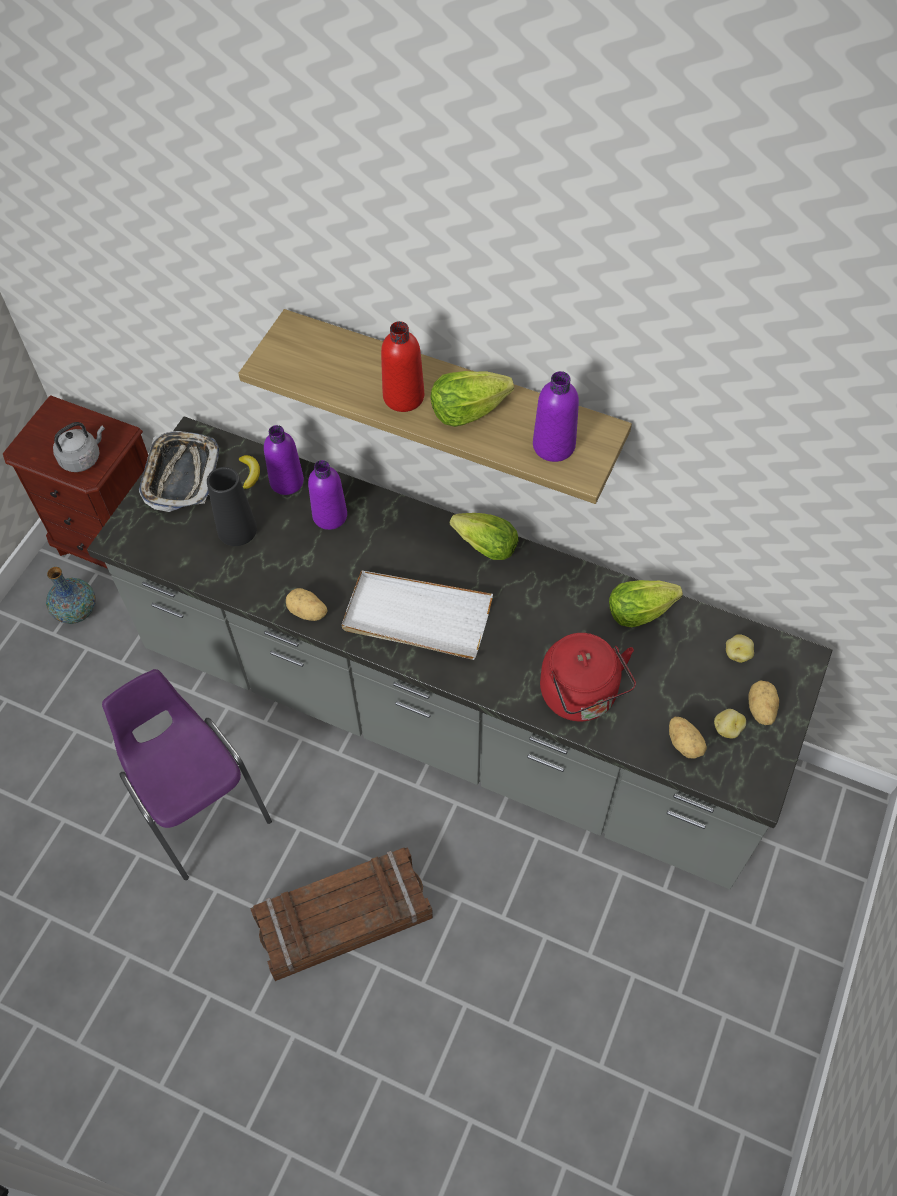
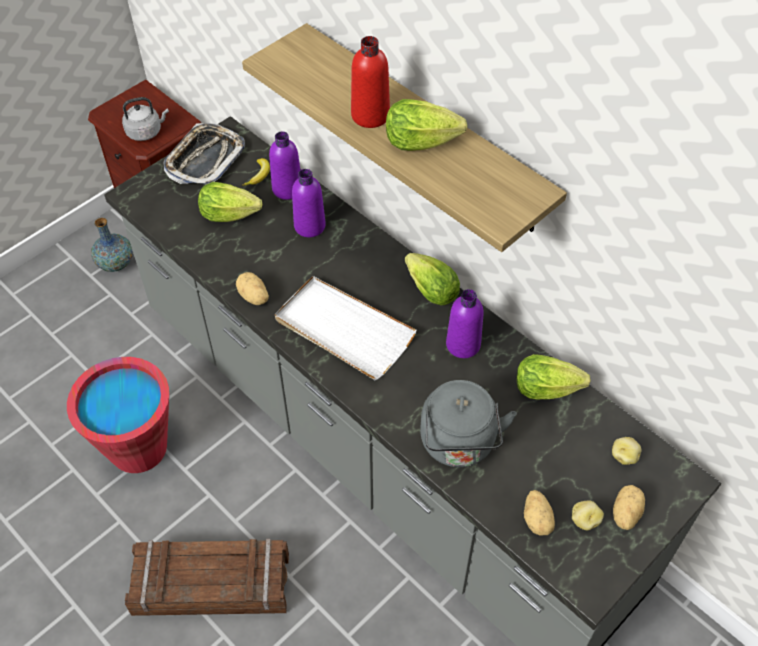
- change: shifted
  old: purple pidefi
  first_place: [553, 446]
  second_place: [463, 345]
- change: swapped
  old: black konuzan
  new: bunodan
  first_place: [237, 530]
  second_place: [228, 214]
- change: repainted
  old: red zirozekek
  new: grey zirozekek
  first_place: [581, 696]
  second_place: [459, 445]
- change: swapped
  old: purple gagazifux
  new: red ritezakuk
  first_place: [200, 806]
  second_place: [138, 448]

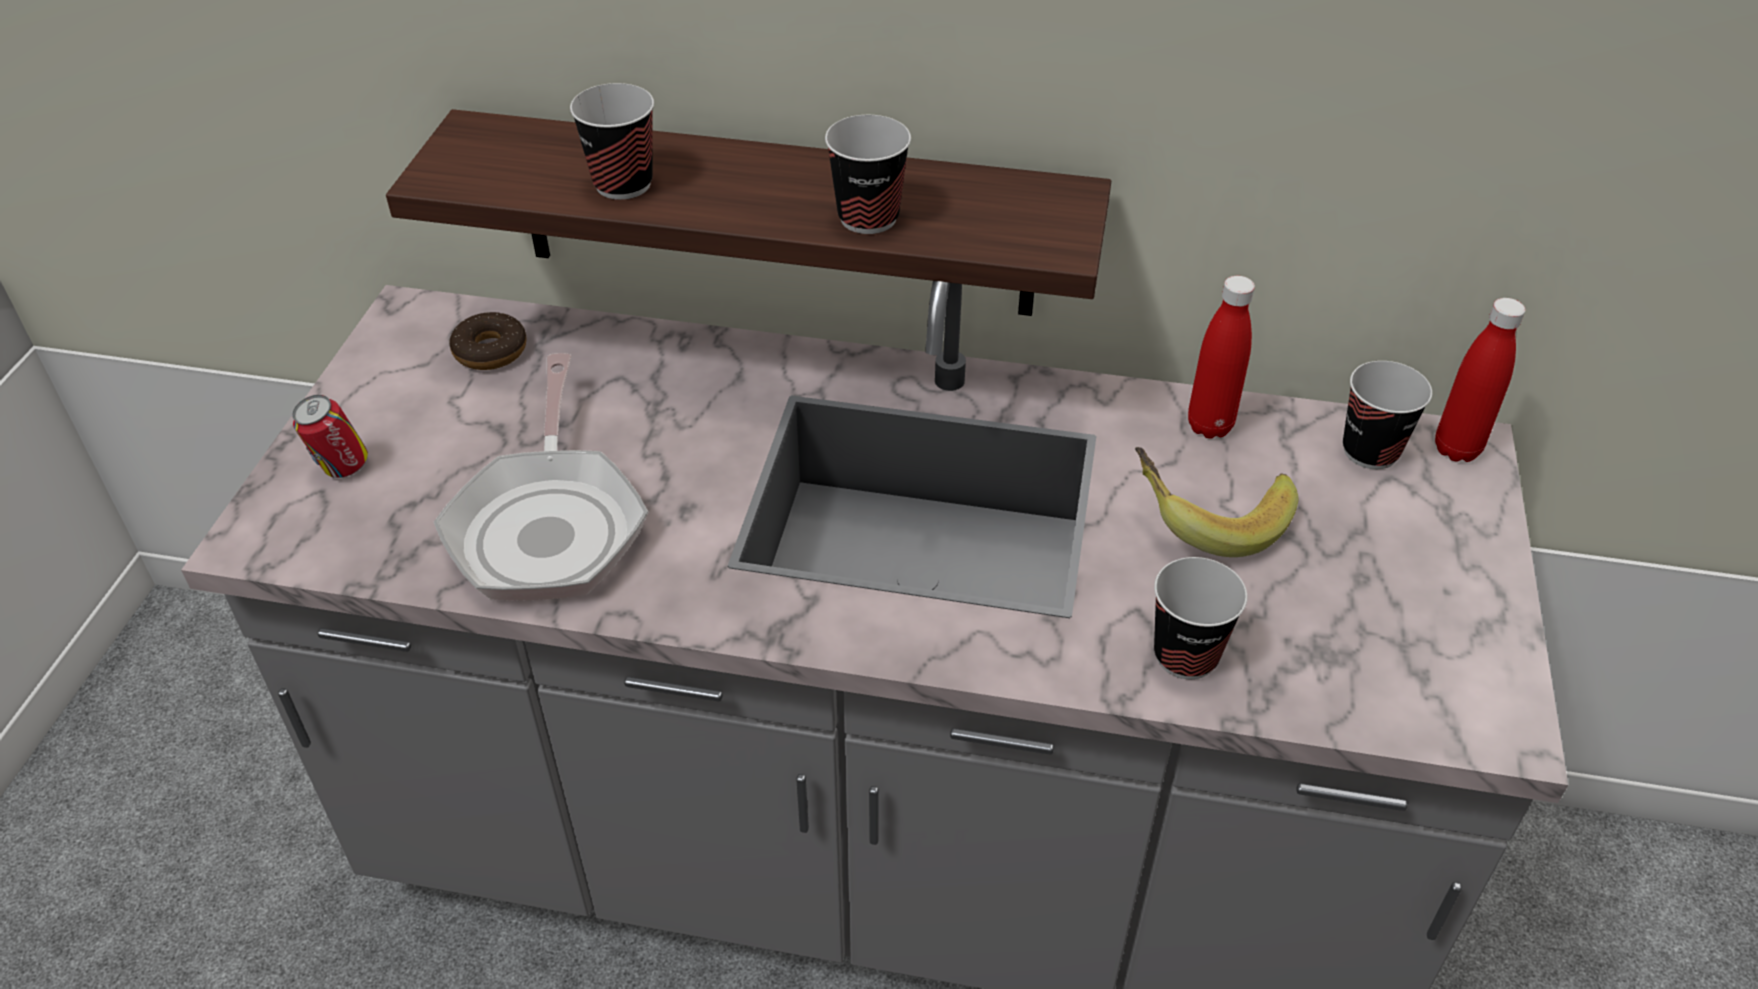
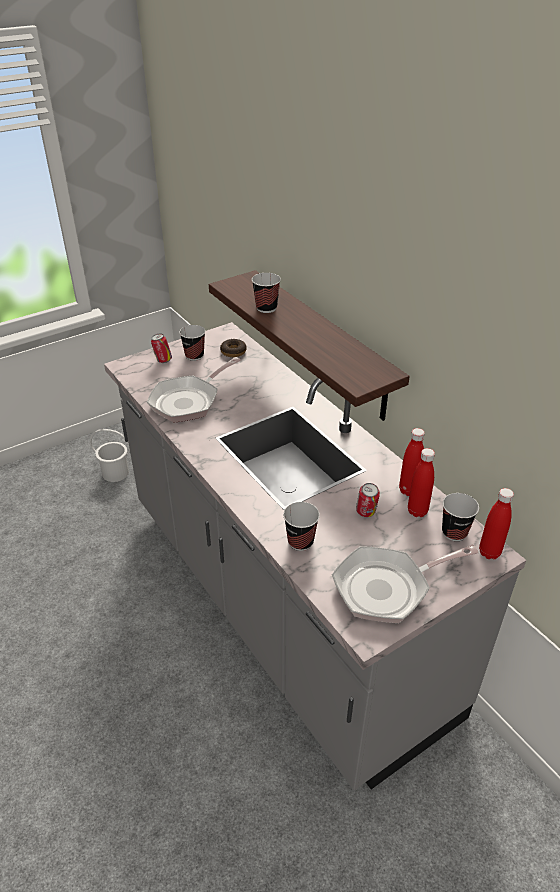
- change: shifted
  old: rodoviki
  first_place: [868, 218]
  second_place: [194, 356]
- change: swapped
  old: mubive
  new: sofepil
  first_place: [1207, 517]
  second_place: [366, 513]
- change: new
  new: white ritezakuk
  second_place: [115, 472]
- change: new
  new: red pidefi
  second_place: [417, 511]
- change: new
  new: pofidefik
  second_place: [387, 588]

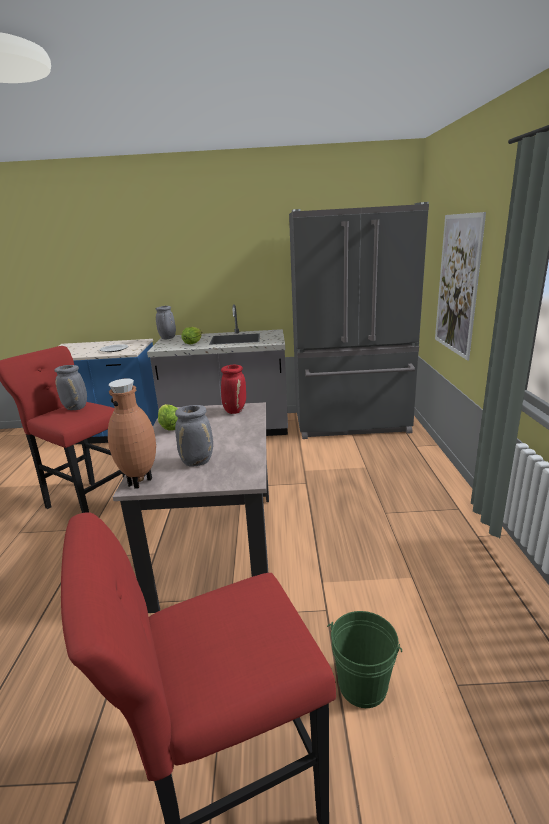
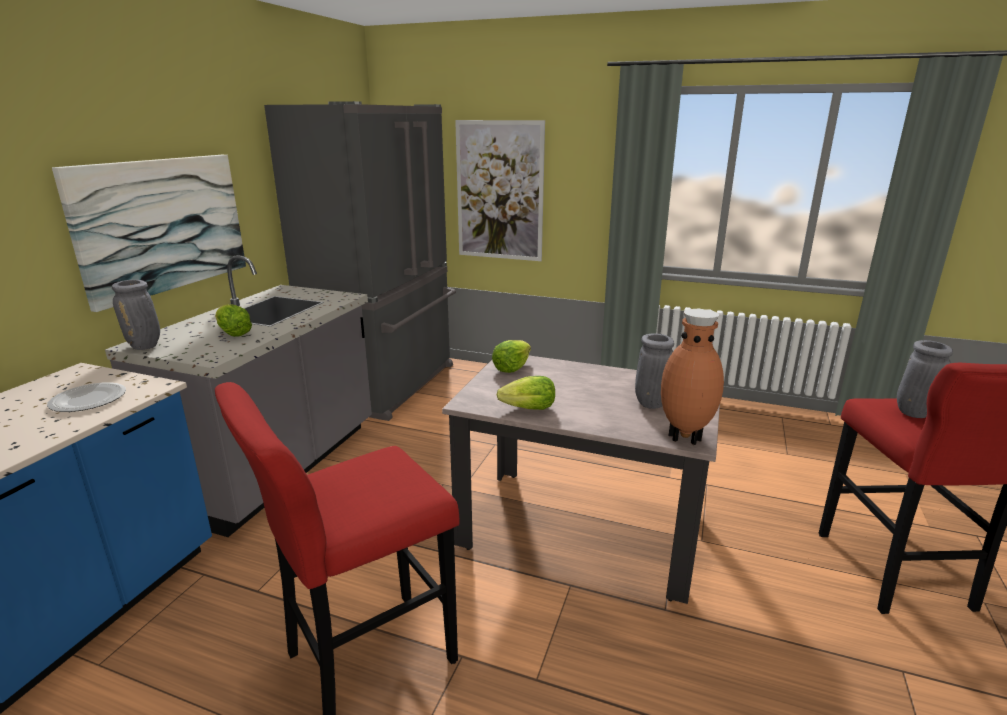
- change: shifted
  old: grey konuzan
  first_place: [76, 408]
  second_place: [912, 412]
- change: swapped
  old: red konuzan
  new: bunodan
  first_place: [235, 410]
  second_place: [511, 368]
- change: gone
  old: green ritezakuk
  first_place: [362, 685]
- change: new
  new: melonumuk
  second_place: [162, 225]

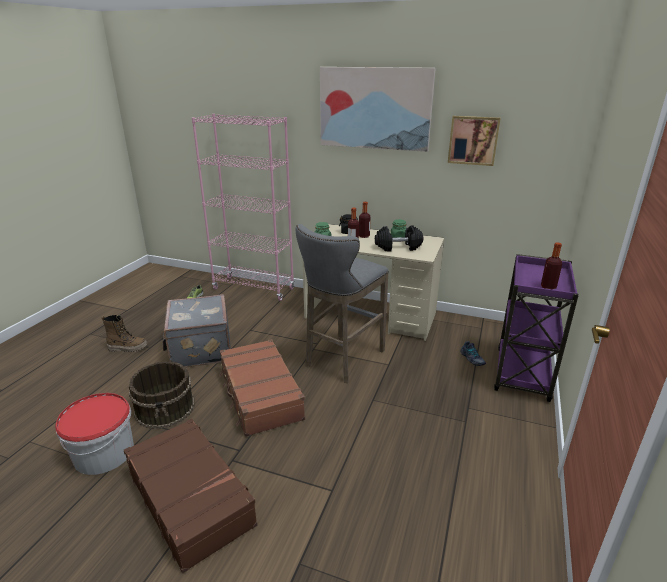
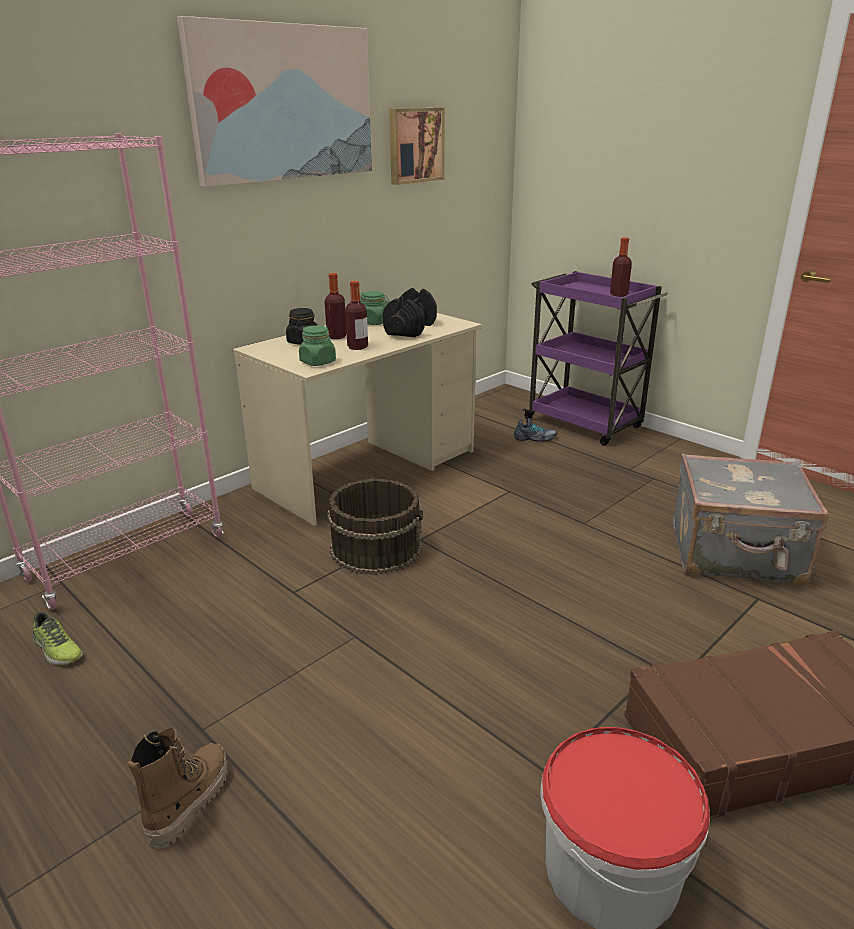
- change: gone
  old: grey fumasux
  first_place: [342, 360]
- change: shifted
  old: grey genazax
  first_place: [199, 349]
  second_place: [736, 554]
- change: gone
  old: brown genazax
  first_place: [260, 395]
- change: shifted
  old: brown ritezakuk
  first_place: [165, 408]
  second_place: [376, 548]

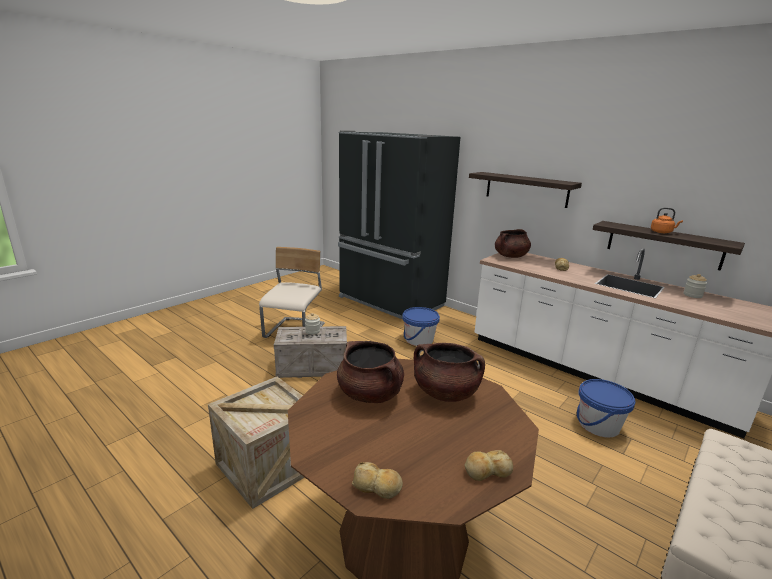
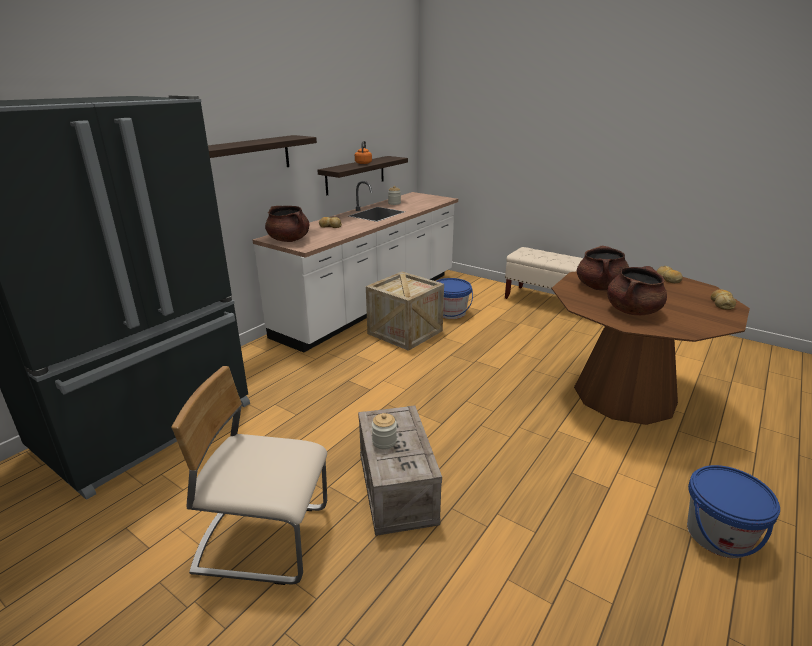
- change: shifted
  old: blue ritezakuk
  first_place: [419, 340]
  second_place: [718, 534]
- change: shifted
  old: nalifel
  first_place: [268, 465]
  second_place: [405, 332]

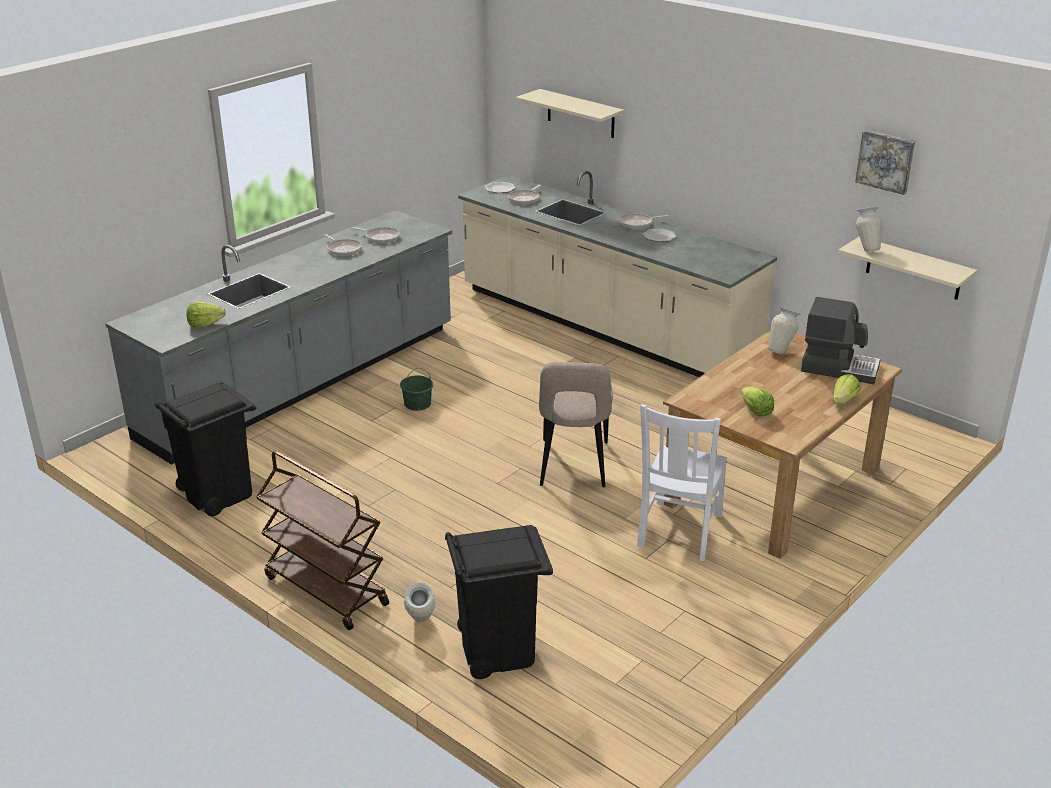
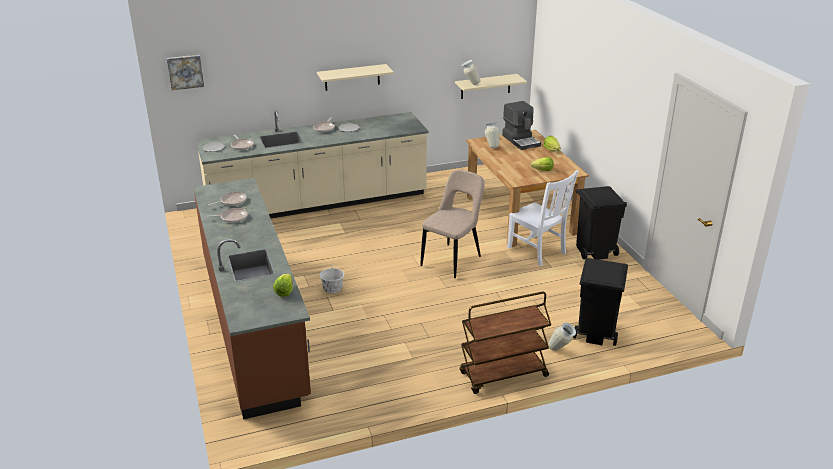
- change: shifted
  old: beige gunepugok
  first_place: [580, 114]
  second_place: [352, 77]
- change: shifted
  old: melonumuk
  first_place: [886, 161]
  second_place: [185, 72]
- change: repainted
  old: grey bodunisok
  new: brown bodunisok
  first_place: [303, 382]
  second_place: [253, 323]
- change: rotated
  old: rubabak
  first_place: [839, 367]
  second_place: [521, 140]
  degrees: 105
- change: rotated
  old: beige gagazifux
  first_place: [573, 466]
  second_place: [453, 260]
  degrees: -90
- change: repainted
  old: green ritezakuk
  new: white ritezakuk
  first_place: [417, 404]
  second_place: [332, 288]
- change: shifted
  old: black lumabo
  first_place: [218, 494]
  second_place: [594, 250]

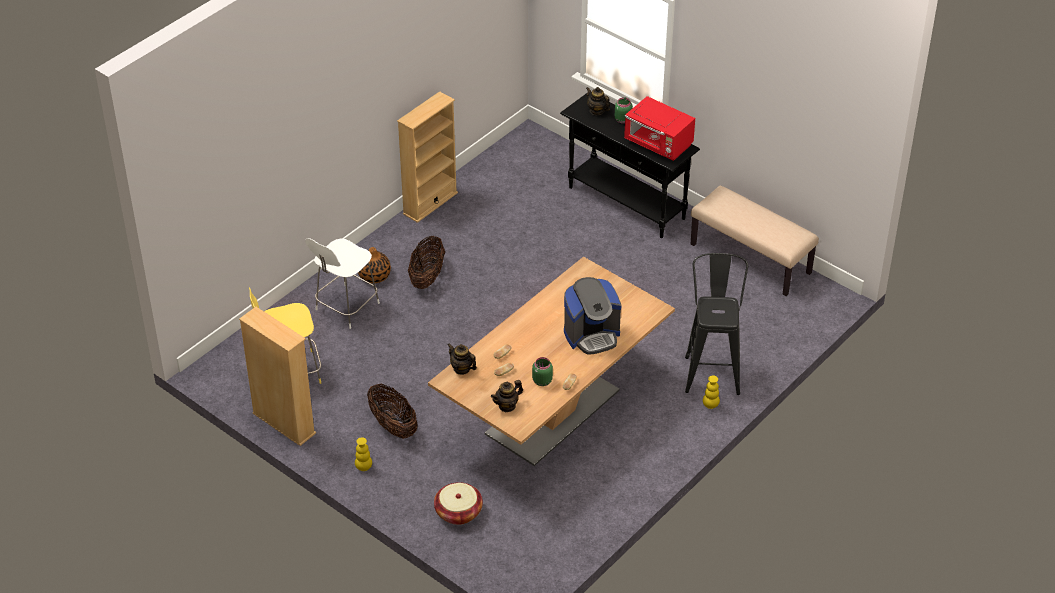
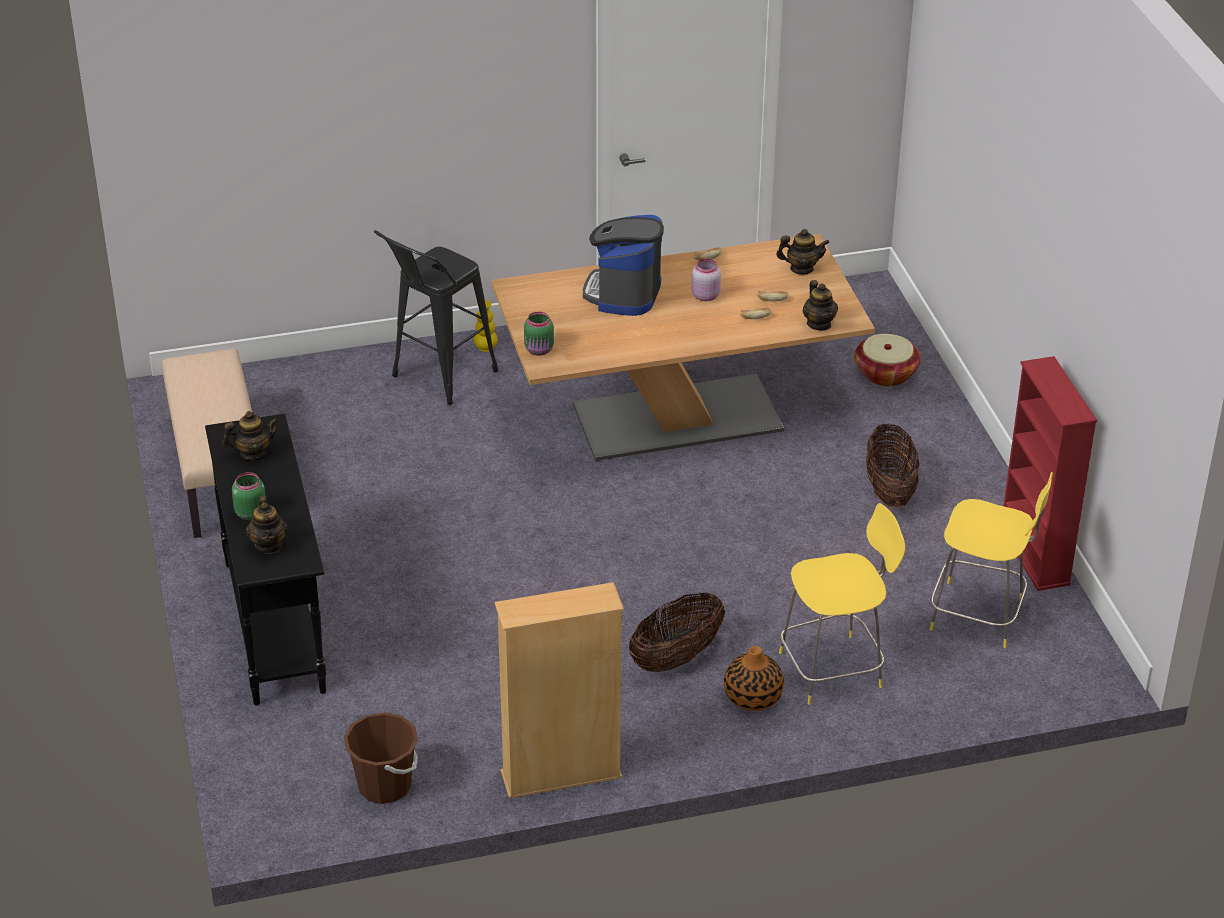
- change: swapped
  old: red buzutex
  new: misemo
  first_place: [658, 144]
  second_place: [253, 453]
- change: repainted
  old: white fumasux
  new: yellow fumasux
  first_place: [345, 307]
  second_place: [834, 669]
- change: rotated
  old: rubabak
  first_place: [592, 335]
  second_place: [623, 293]
  degrees: -90
- change: repainted
  old: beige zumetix
  new: red zumetix
  first_place: [284, 423]
  second_place: [1034, 554]
- change: shifted
  old: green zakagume
  first_place: [541, 381]
  second_place: [539, 350]
- change: gone
  old: yellow konuzan
  first_place: [363, 467]
- change: new
  new: pink zakagume
  second_place: [704, 296]
- change: new
  new: brown ritezakuk
  second_place: [384, 785]

